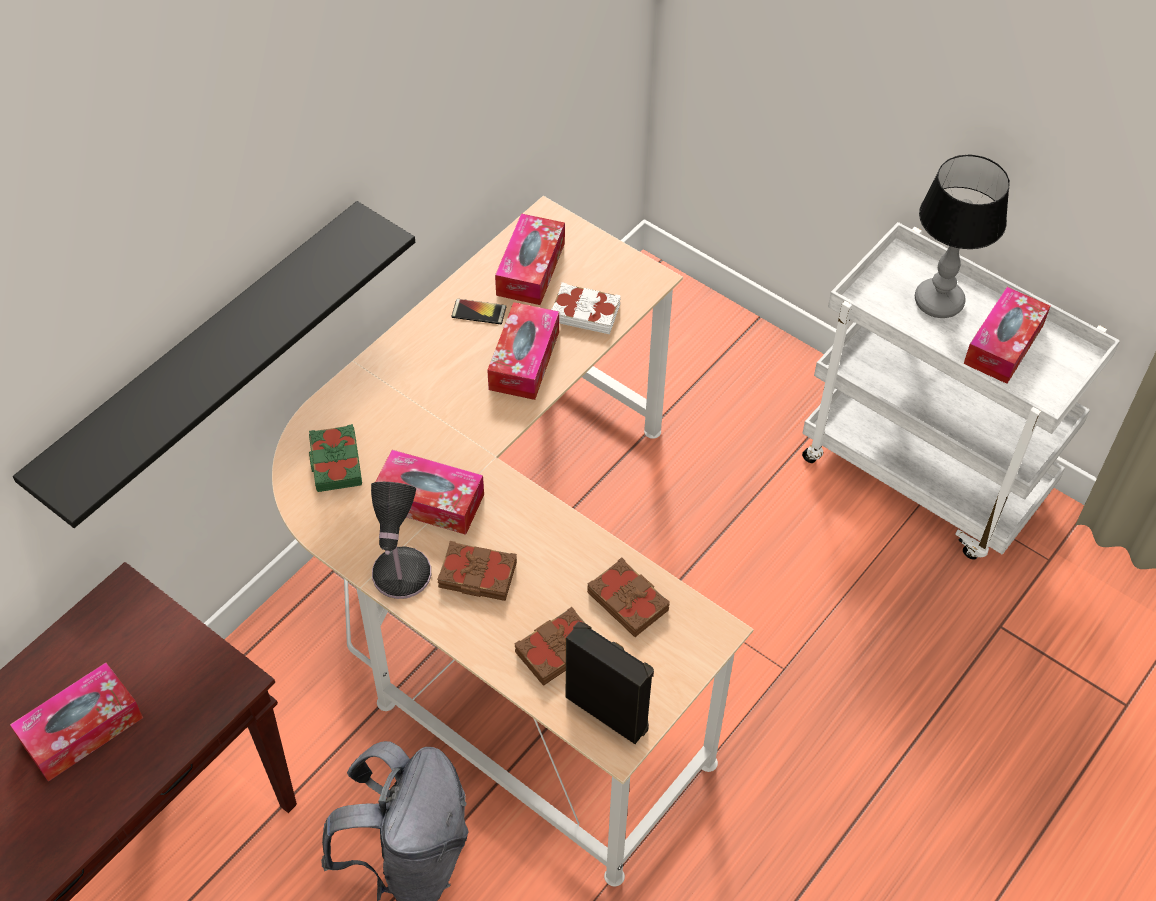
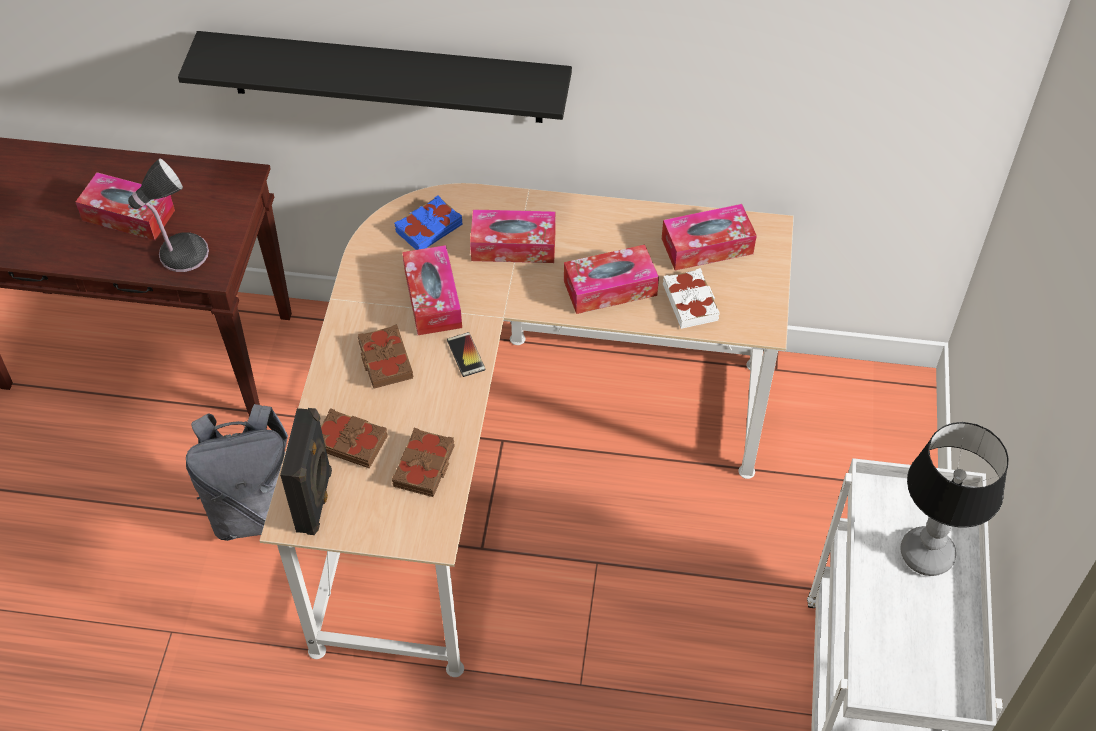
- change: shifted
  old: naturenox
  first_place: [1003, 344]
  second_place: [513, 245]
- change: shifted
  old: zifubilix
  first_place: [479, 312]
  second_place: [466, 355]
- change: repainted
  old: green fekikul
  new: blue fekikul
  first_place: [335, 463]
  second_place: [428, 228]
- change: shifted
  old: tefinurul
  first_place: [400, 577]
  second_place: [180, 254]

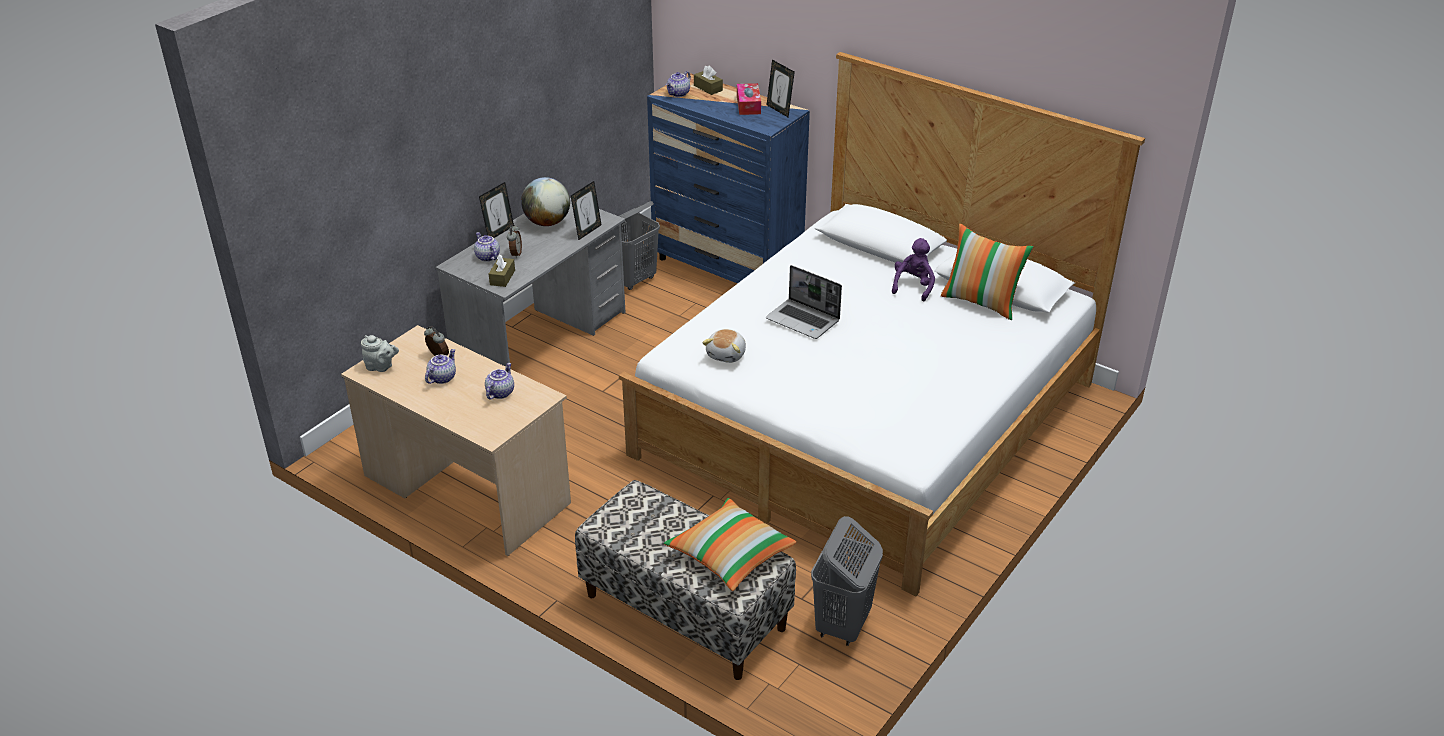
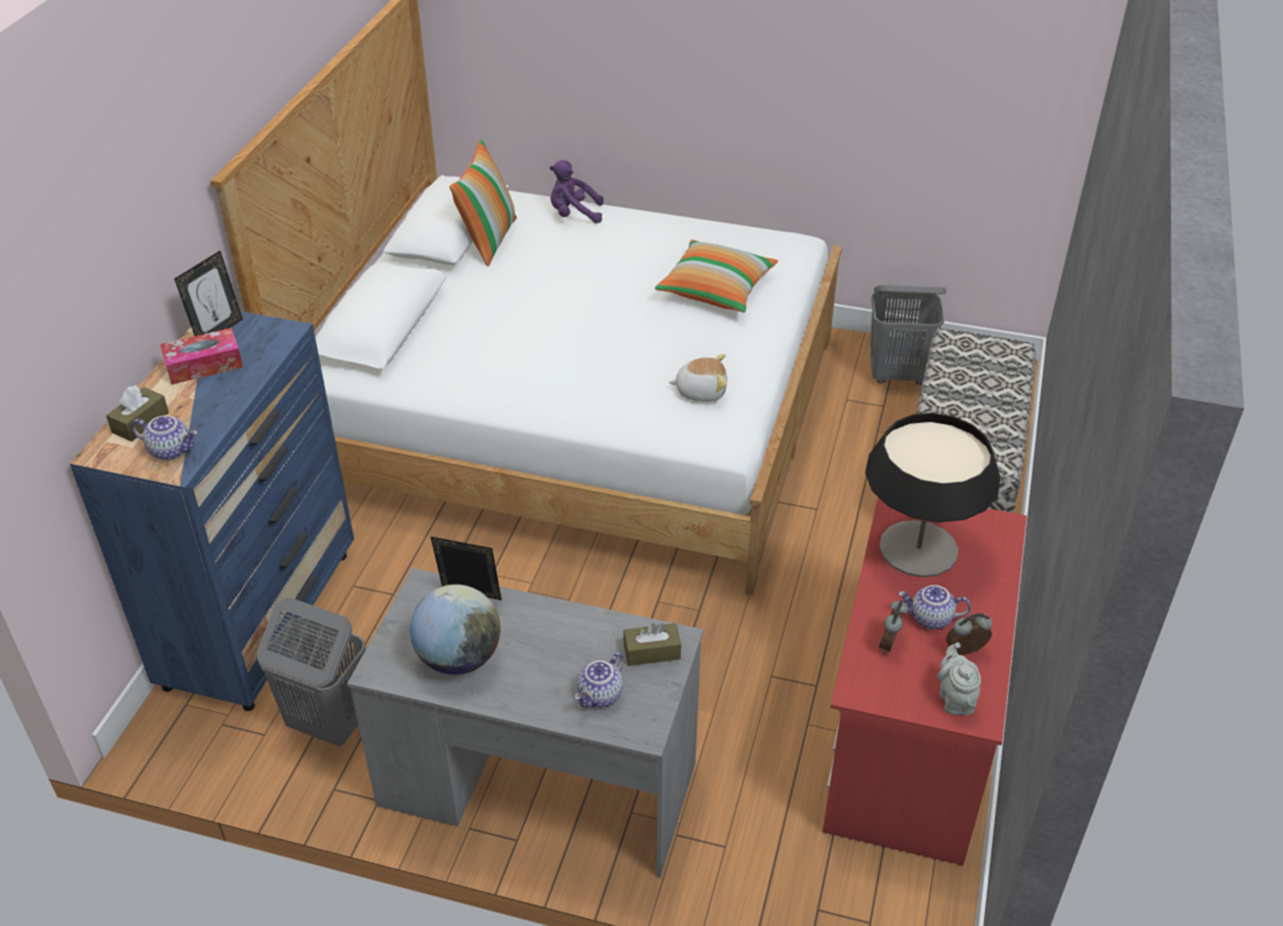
- change: gone
  old: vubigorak
  first_place: [499, 232]
- change: shifted
  old: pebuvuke
  first_place: [515, 254]
  second_place: [966, 652]
- change: shifted
  old: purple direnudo
  first_place: [913, 286]
  second_place: [574, 214]
- change: gone
  old: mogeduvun
  first_place: [803, 320]
- change: repainted
  old: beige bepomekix
  new: red bepomekix
  first_place: [466, 489]
  second_place: [911, 732]
- change: swapped
  old: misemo
  new: tefinurul
  first_place: [500, 392]
  second_place: [918, 549]
- change: shifted
  old: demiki
  first_place: [729, 555]
  second_place: [716, 290]

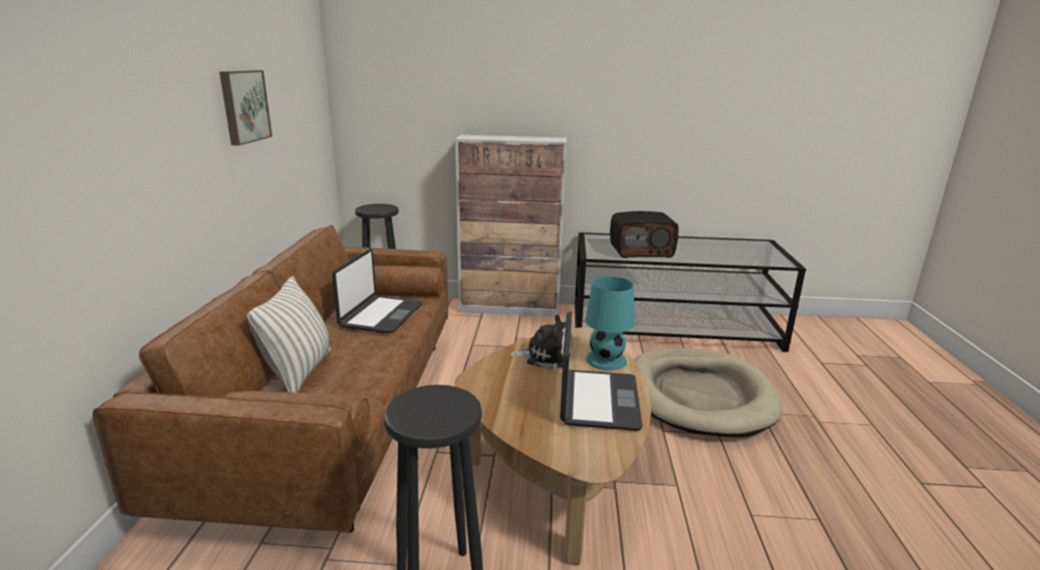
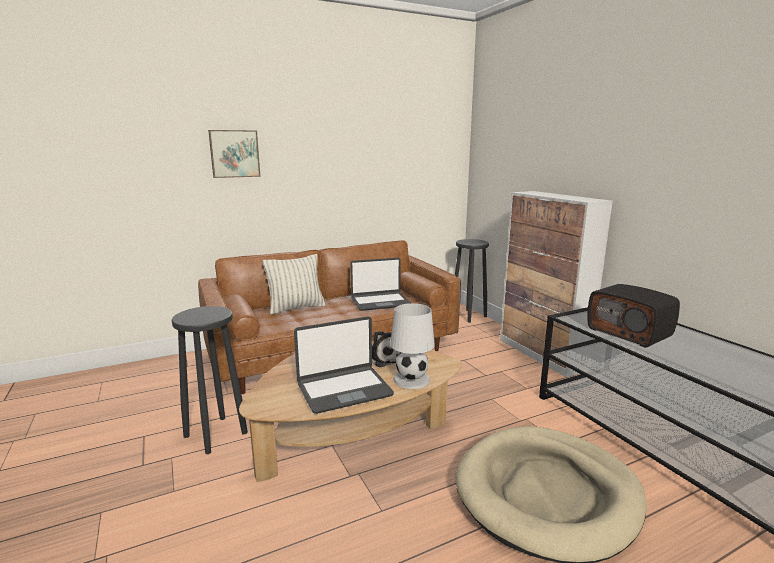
- change: shifted
  old: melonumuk
  first_place: [243, 106]
  second_place: [234, 153]
- change: repainted
  old: turquoise tefinurul
  new: white tefinurul
  first_place: [607, 360]
  second_place: [412, 380]

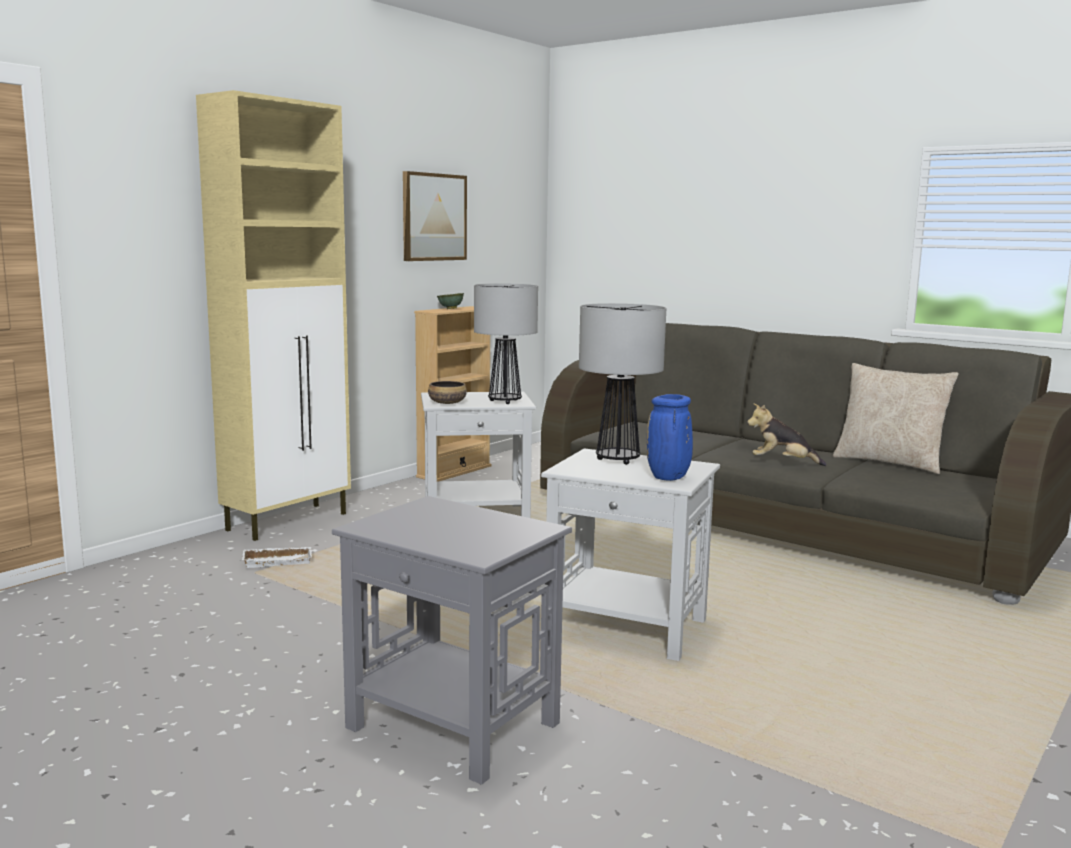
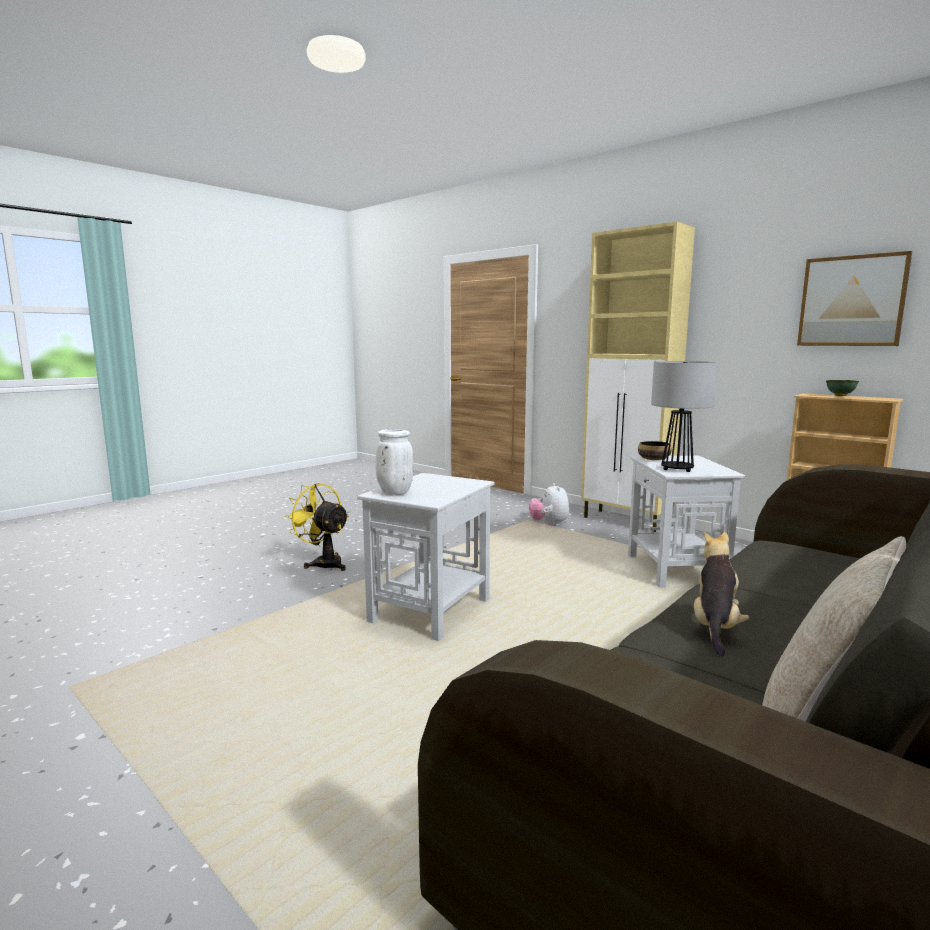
- change: gone
  old: tefinurul
  first_place: [617, 460]
- change: repainted
  old: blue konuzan
  new: white konuzan
  first_place: [668, 478]
  second_place: [394, 492]
- change: swapped
  old: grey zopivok
  new: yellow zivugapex
  first_place: [455, 726]
  second_place: [323, 563]
- change: swapped
  old: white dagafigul
  new: direnudo
  first_place: [278, 561]
  second_place: [549, 523]

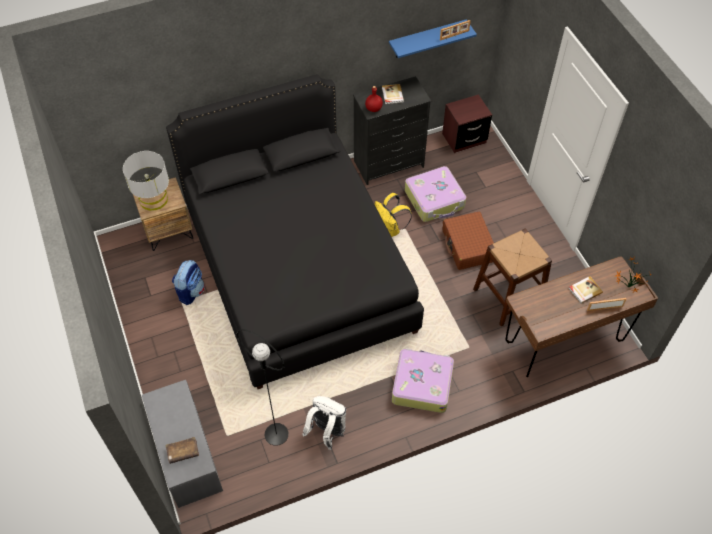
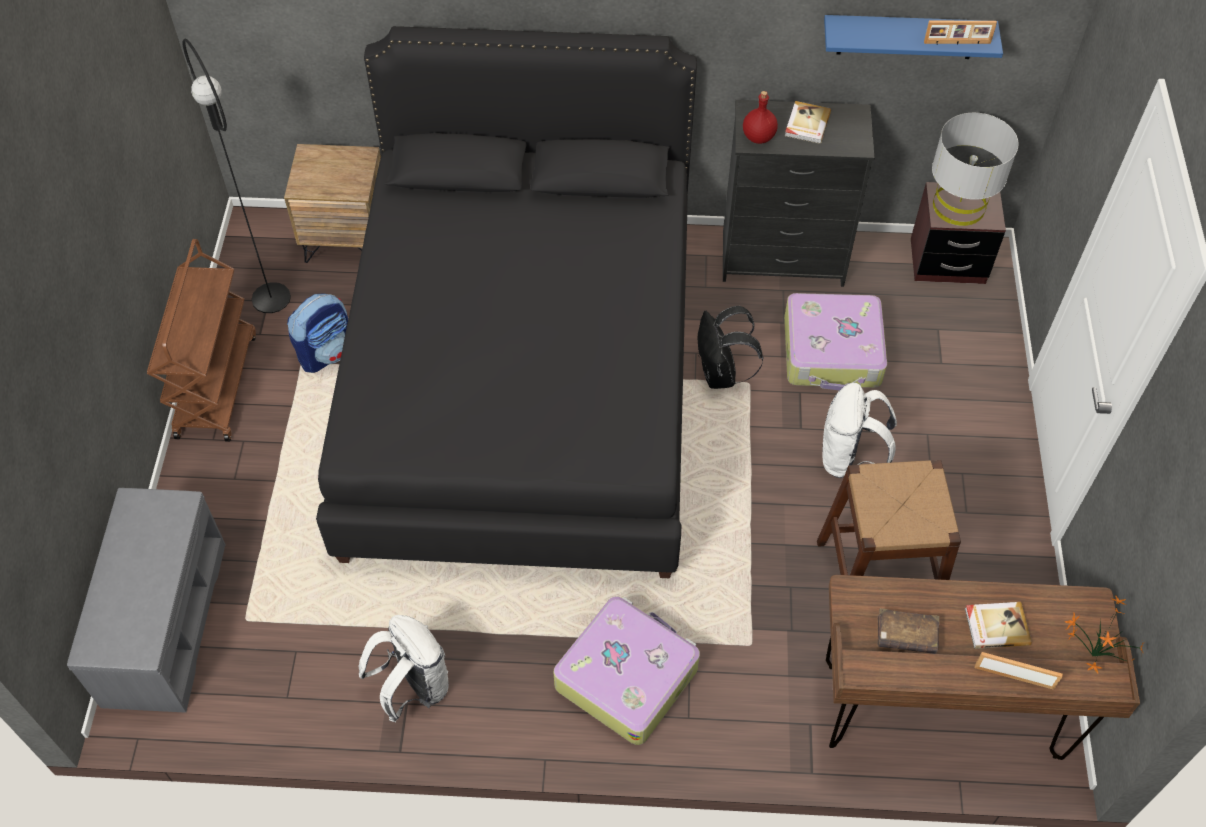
- change: shifted
  old: grey tefinurul
  first_place: [153, 199]
  second_place: [959, 206]
- change: repainted
  old: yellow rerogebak
  new: black rerogebak
  first_place: [390, 229]
  second_place: [721, 375]
- change: swapped
  old: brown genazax
  new: white rerogebak
  first_place: [468, 246]
  second_place: [849, 458]
- change: shifted
  old: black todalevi
  first_place: [276, 434]
  second_place: [271, 298]
- change: shifted
  old: brown fekikul
  first_place: [183, 452]
  second_place: [906, 635]
- change: new
  new: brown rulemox
  second_place: [216, 384]

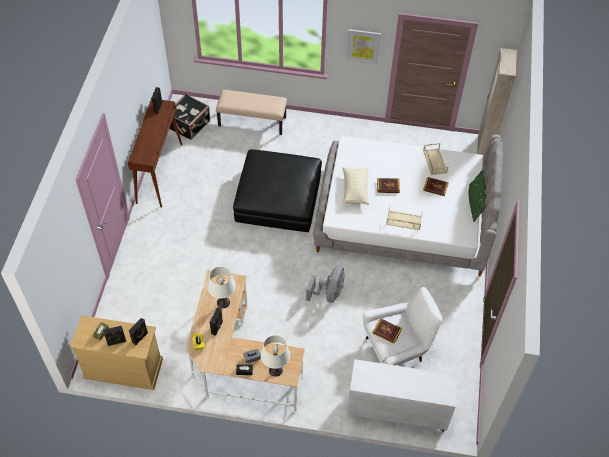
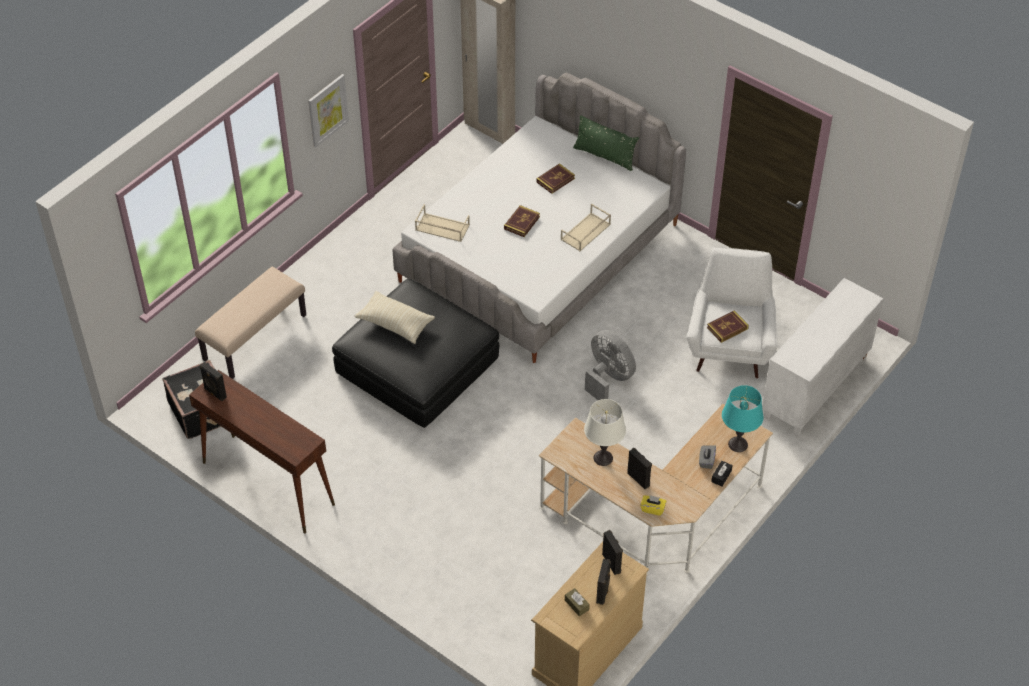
- change: shifted
  old: beige dagafigul
  first_place: [434, 161]
  second_place: [441, 228]
- change: shifted
  old: beige demiki
  first_place: [355, 190]
  second_place: [395, 324]
- change: repainted
  old: white tefinurul
  new: turquoise tefinurul
  first_place: [275, 370]
  second_place: [738, 444]

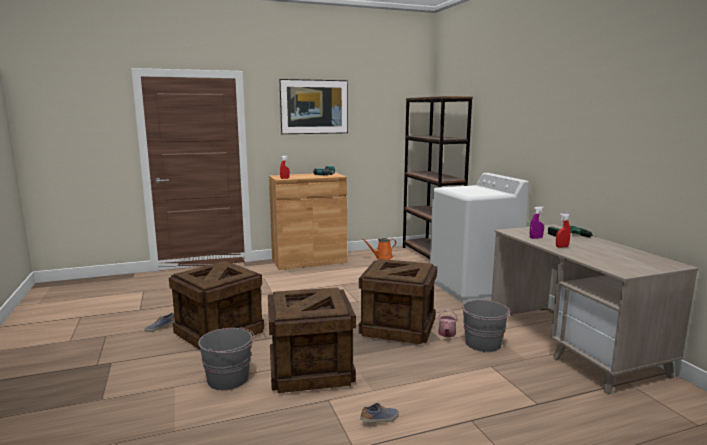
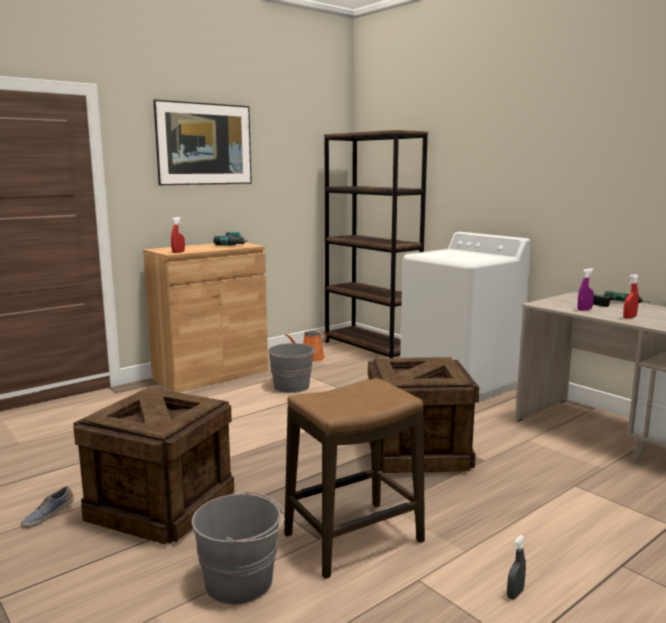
- change: swapped
  old: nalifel
  new: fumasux
  first_place: [311, 370]
  second_place: [354, 538]
- change: shifted
  old: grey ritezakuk
  first_place: [483, 344]
  second_place: [292, 387]
- change: gone
  old: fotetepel
  first_place: [446, 334]
- change: swapped
  old: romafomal
  new: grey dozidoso
  first_place: [380, 420]
  second_place: [515, 594]

